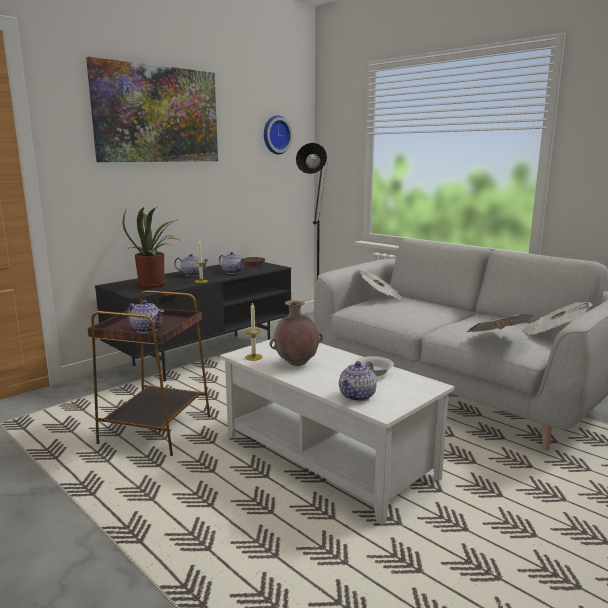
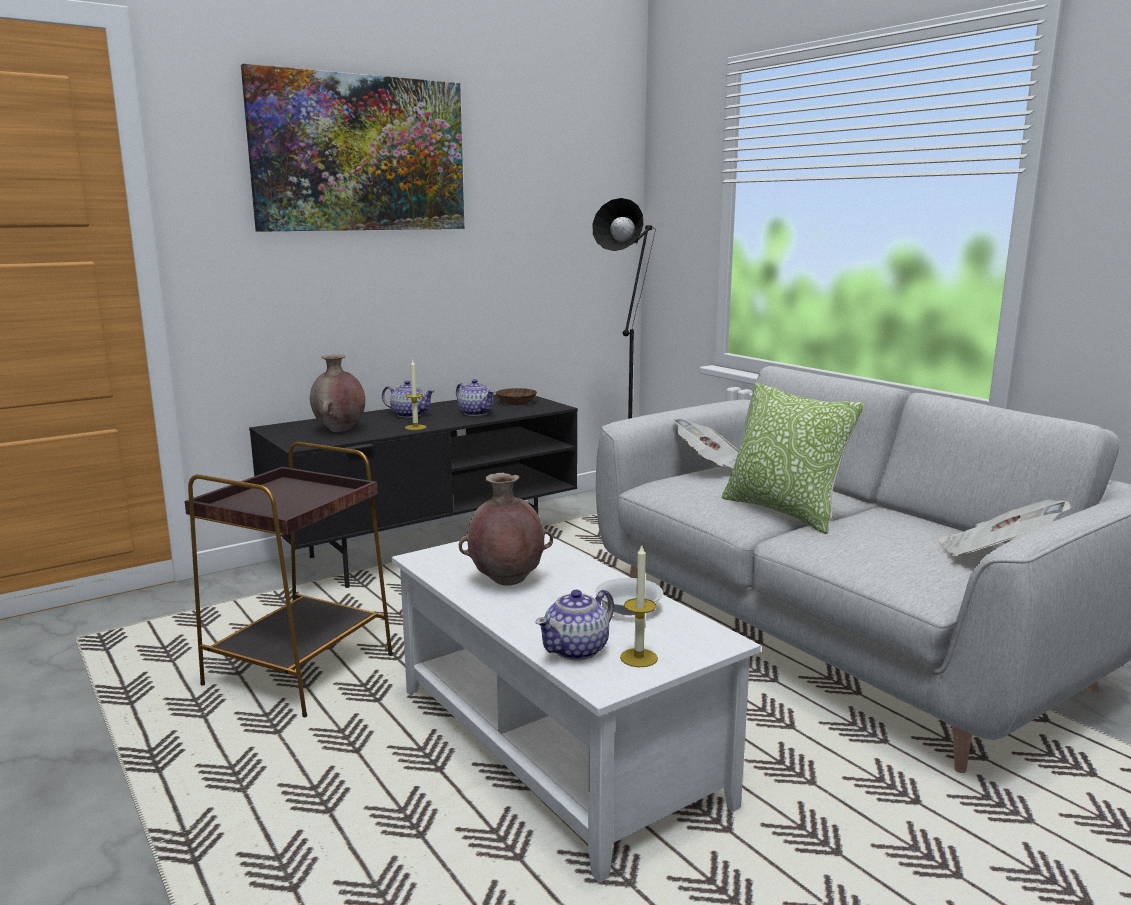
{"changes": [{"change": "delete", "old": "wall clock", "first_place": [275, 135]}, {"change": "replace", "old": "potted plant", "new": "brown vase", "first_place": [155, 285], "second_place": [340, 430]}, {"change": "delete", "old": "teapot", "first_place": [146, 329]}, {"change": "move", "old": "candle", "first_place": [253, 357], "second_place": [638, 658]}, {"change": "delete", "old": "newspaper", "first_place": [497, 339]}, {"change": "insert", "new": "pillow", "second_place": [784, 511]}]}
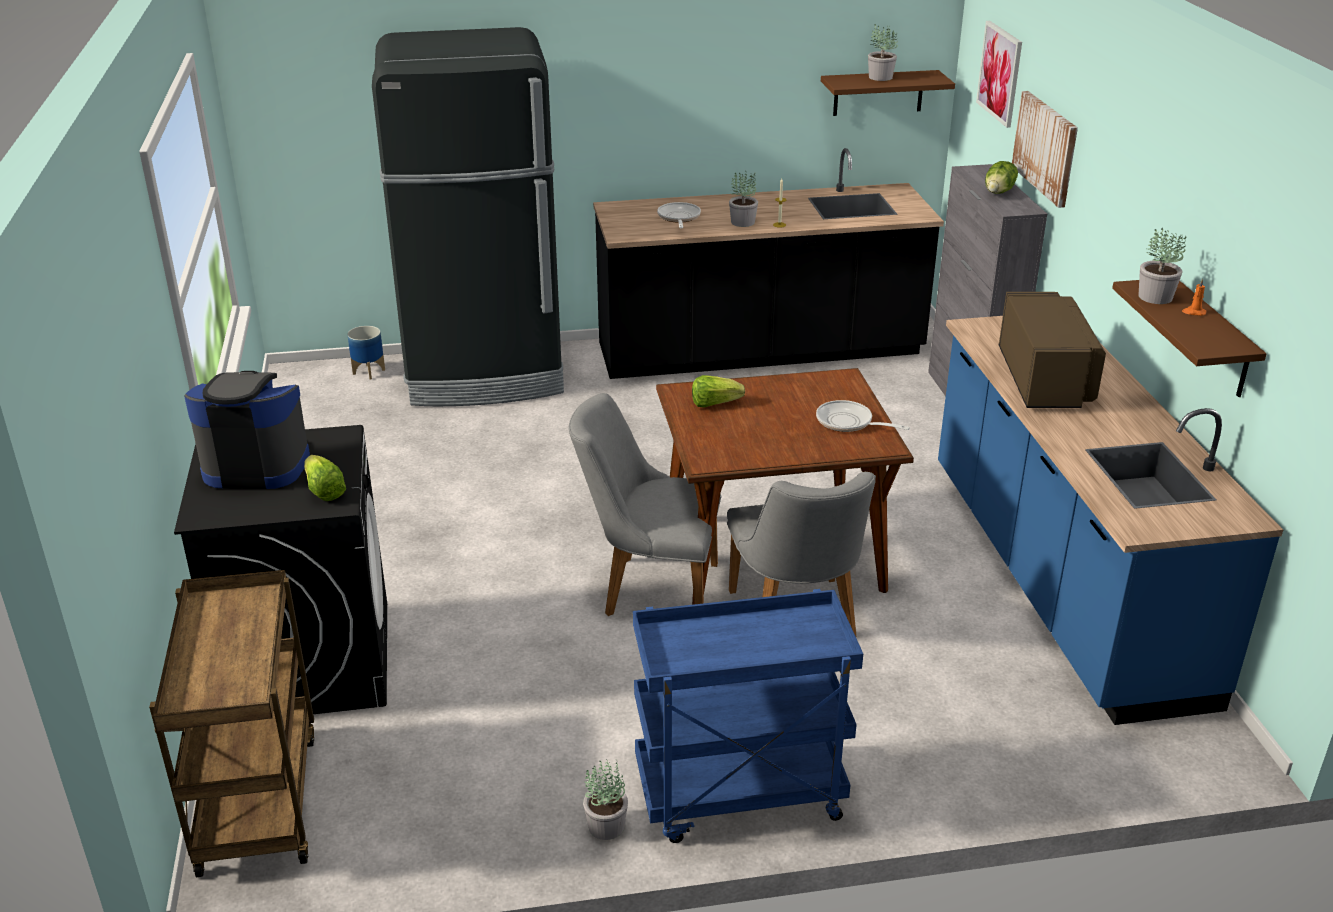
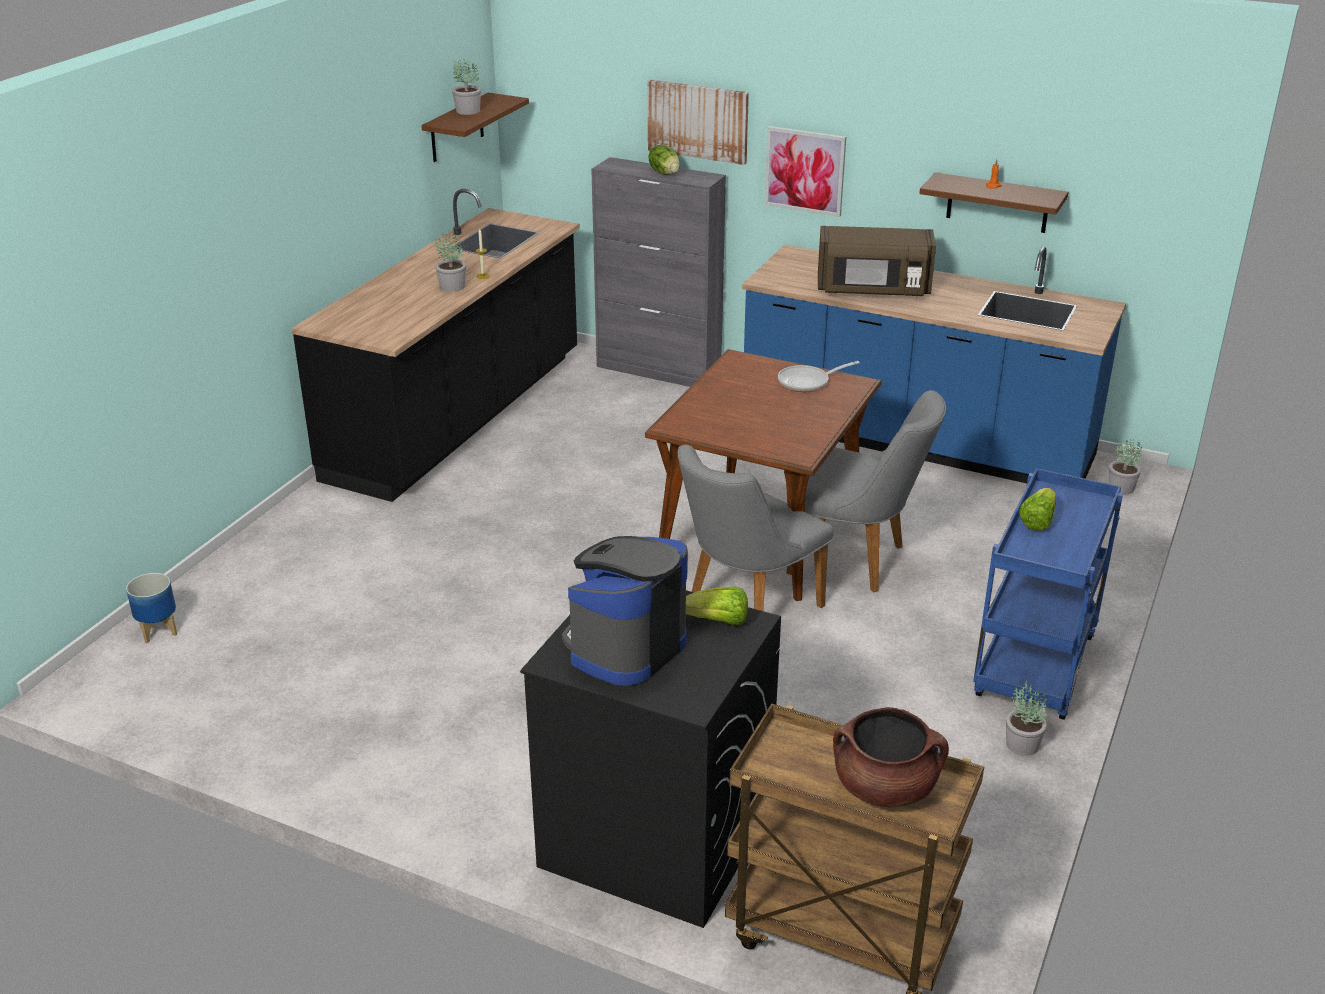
{"changes": [{"change": "move", "old": "picture", "first_place": [1000, 73], "second_place": [805, 171]}, {"change": "delete", "old": "black fridge", "first_place": [485, 375]}, {"change": "delete", "old": "frying pan", "first_place": [678, 218]}, {"change": "move", "old": "potted plant", "first_place": [1155, 297], "second_place": [1121, 488]}, {"change": "rotate", "old": "brown microwave", "first_place": [1044, 380], "second_place": [873, 290], "degrees": 150}, {"change": "move", "old": "lettuce", "first_place": [714, 404], "second_place": [1037, 521]}, {"change": "insert", "new": "brown cooking pot", "second_place": [885, 787]}]}
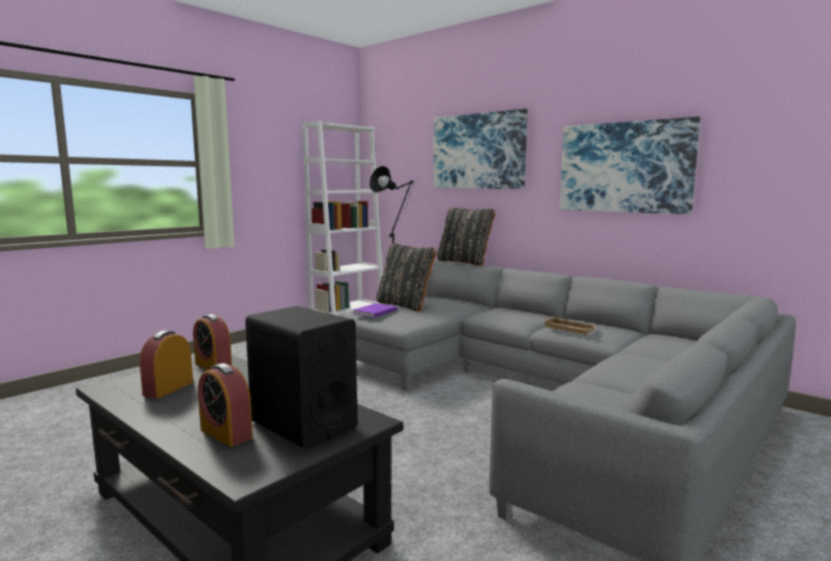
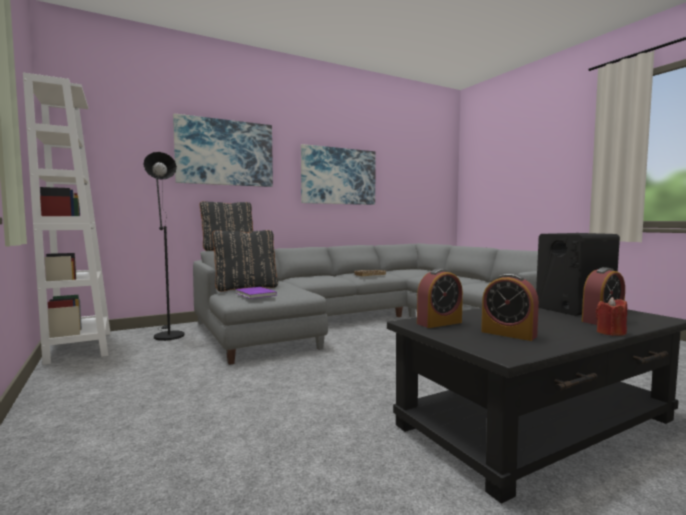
{"changes": [{"change": "insert", "new": "red candle", "second_place": [610, 333]}]}
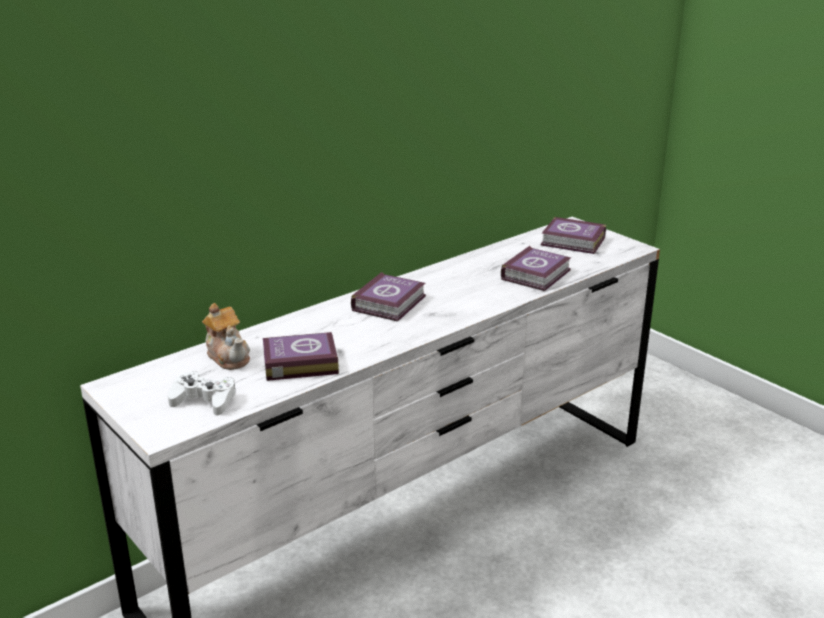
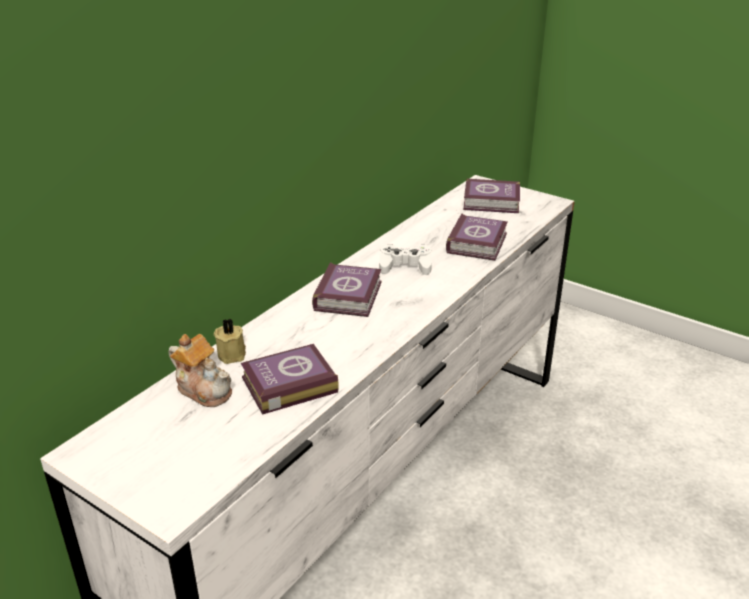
{"changes": [{"change": "move", "old": "white game controller", "first_place": [204, 400], "second_place": [405, 266]}, {"change": "insert", "new": "beige candle", "second_place": [233, 354]}]}
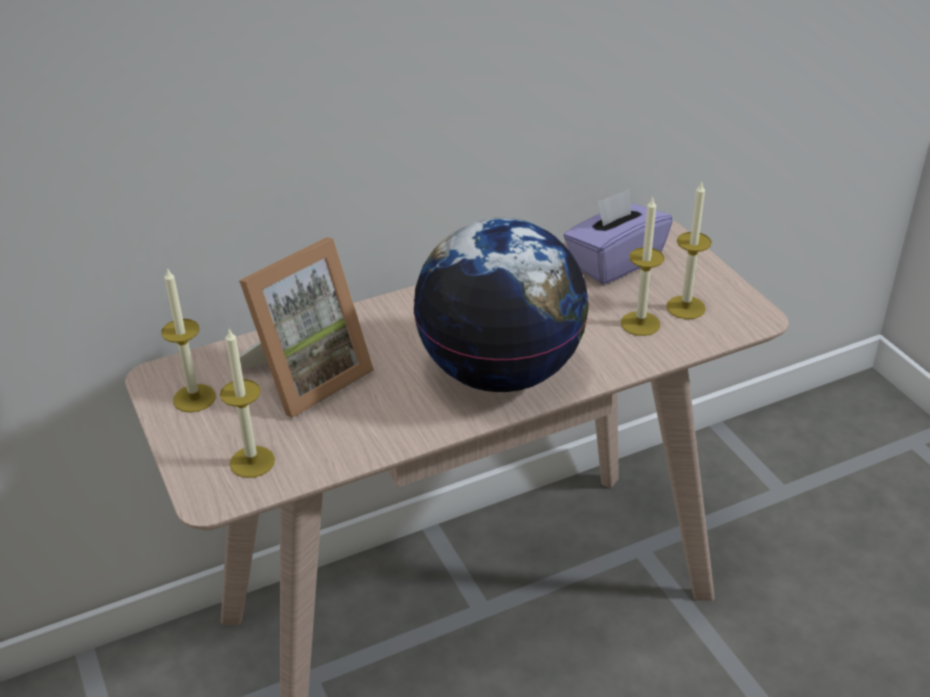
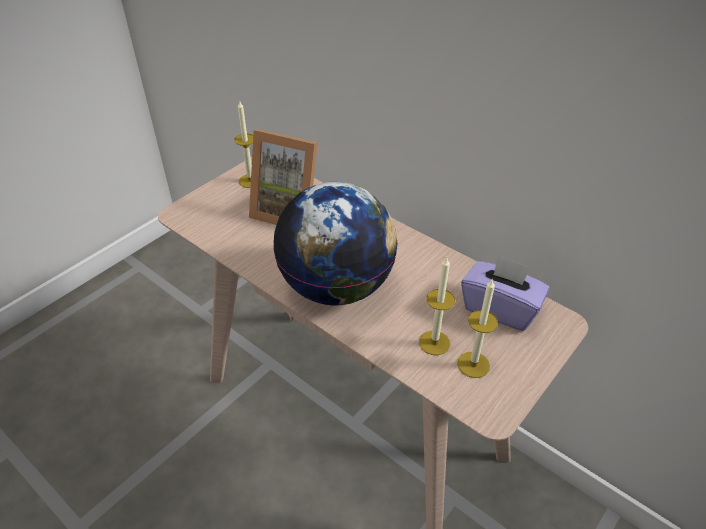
{"changes": [{"change": "delete", "old": "candle", "first_place": [252, 462]}]}
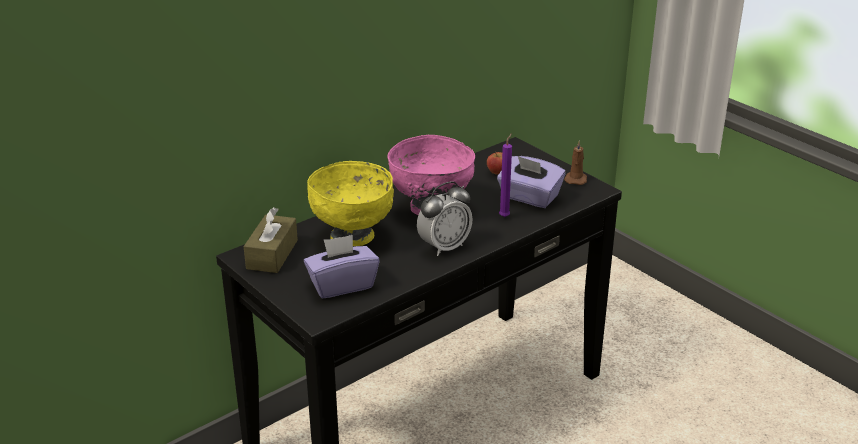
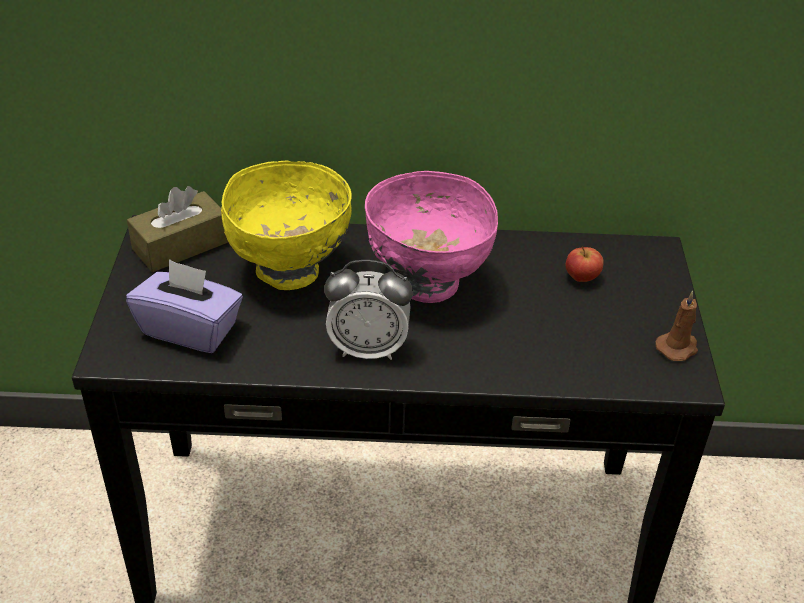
{"changes": [{"change": "delete", "old": "purple candle", "first_place": [505, 216]}, {"change": "delete", "old": "purple tissue box", "first_place": [529, 197]}]}
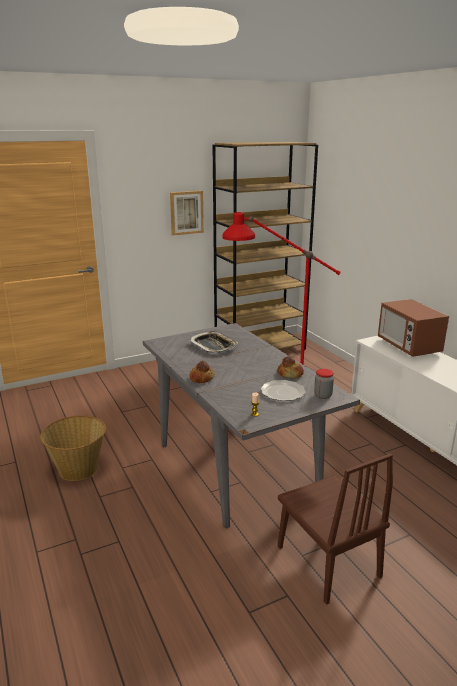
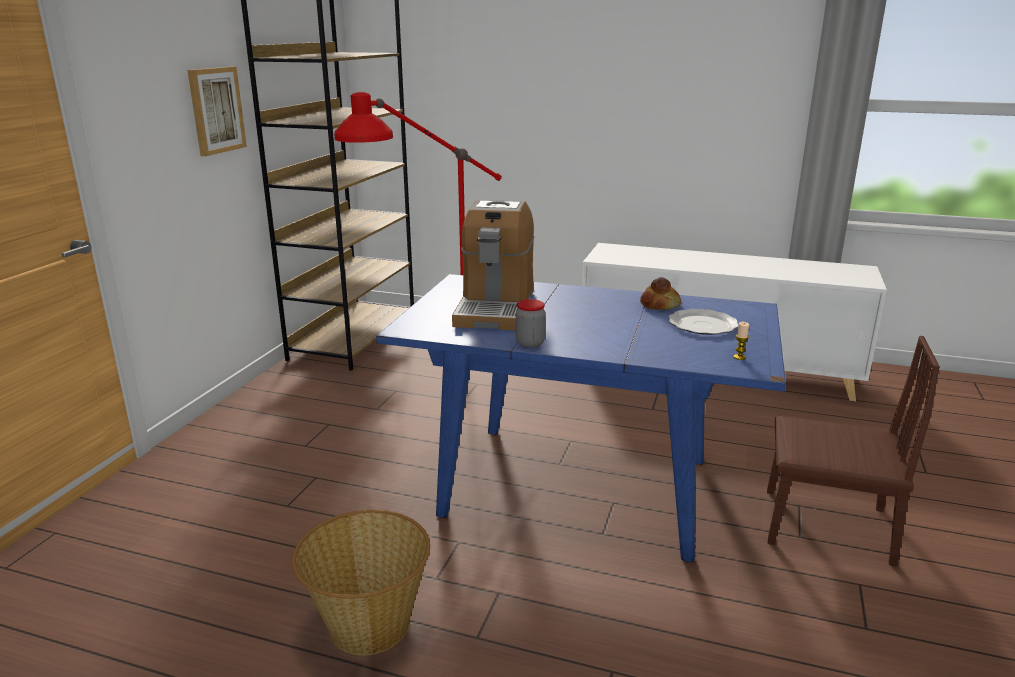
{"changes": [{"change": "delete", "old": "microwave", "first_place": [408, 347]}, {"change": "recolor", "old": "grey dining table", "new": "blue dining table", "first_place": [237, 467], "second_place": [580, 487]}, {"change": "replace", "old": "tray", "new": "coffee machine", "first_place": [213, 346], "second_place": [495, 307]}, {"change": "delete", "old": "bread", "first_place": [201, 378]}, {"change": "move", "old": "jar", "first_place": [323, 395], "second_place": [530, 343]}]}
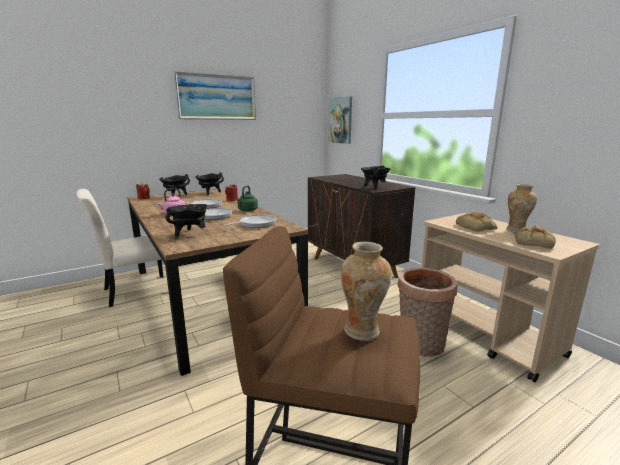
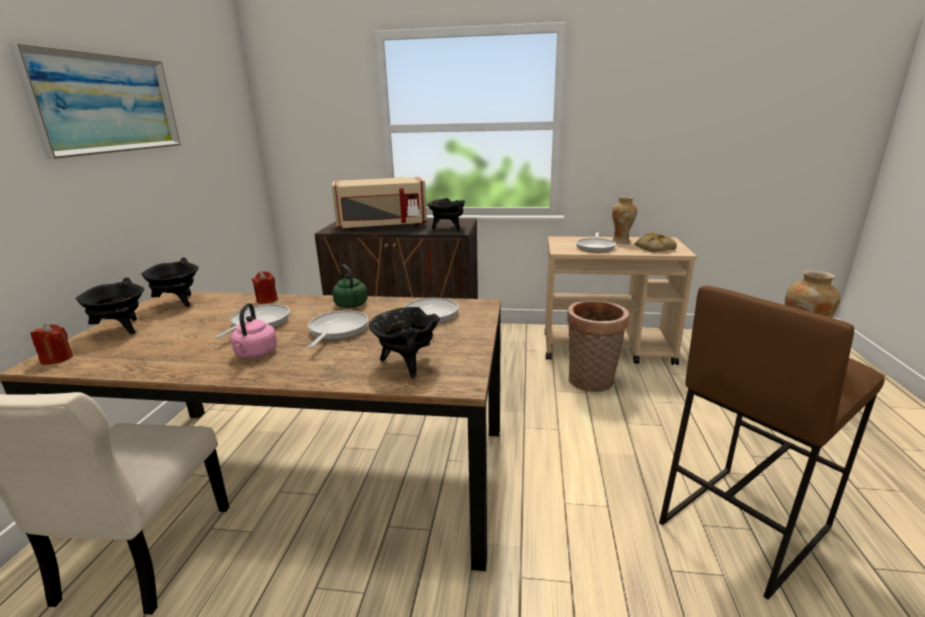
{"changes": [{"change": "delete", "old": "picture", "first_place": [340, 120]}, {"change": "replace", "old": "bread", "new": "frying pan", "first_place": [476, 227], "second_place": [595, 247]}, {"change": "insert", "new": "beige microwave", "second_place": [382, 226]}]}
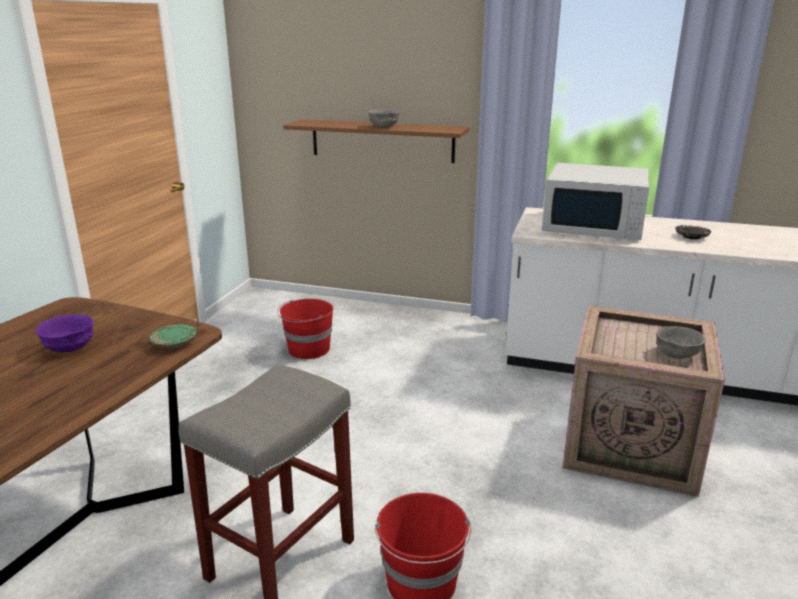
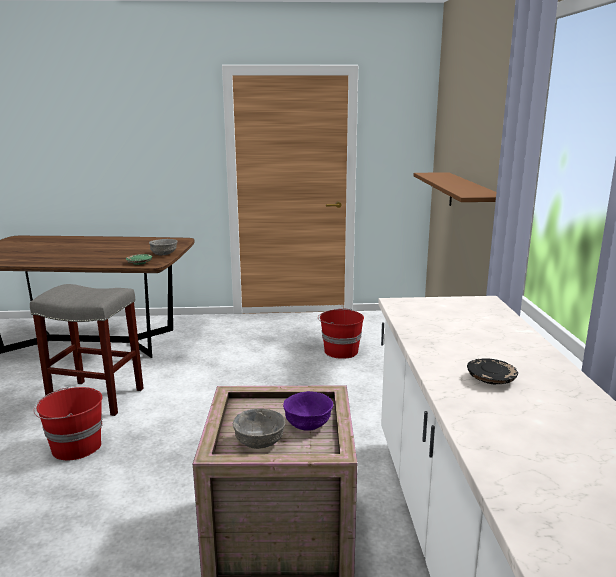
{"changes": [{"change": "move", "old": "grey bowl", "first_place": [384, 127], "second_place": [164, 254]}, {"change": "delete", "old": "white microwave", "first_place": [594, 225]}, {"change": "move", "old": "purple bowl", "first_place": [70, 347], "second_place": [308, 424]}]}
